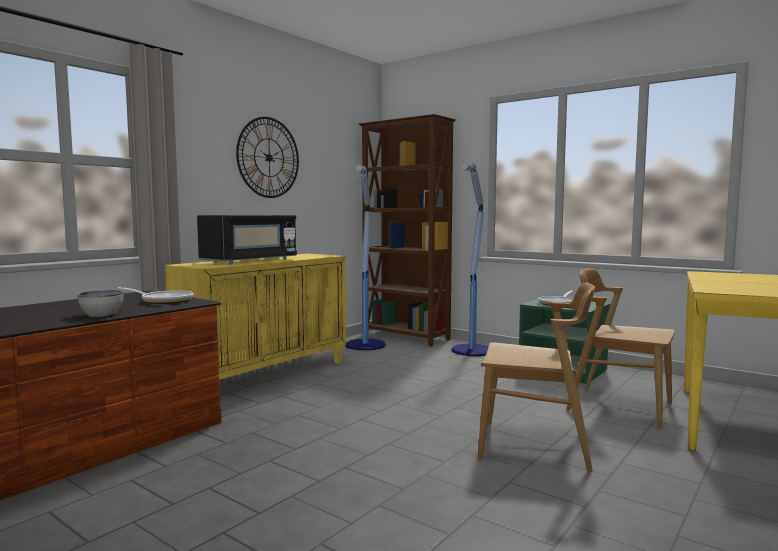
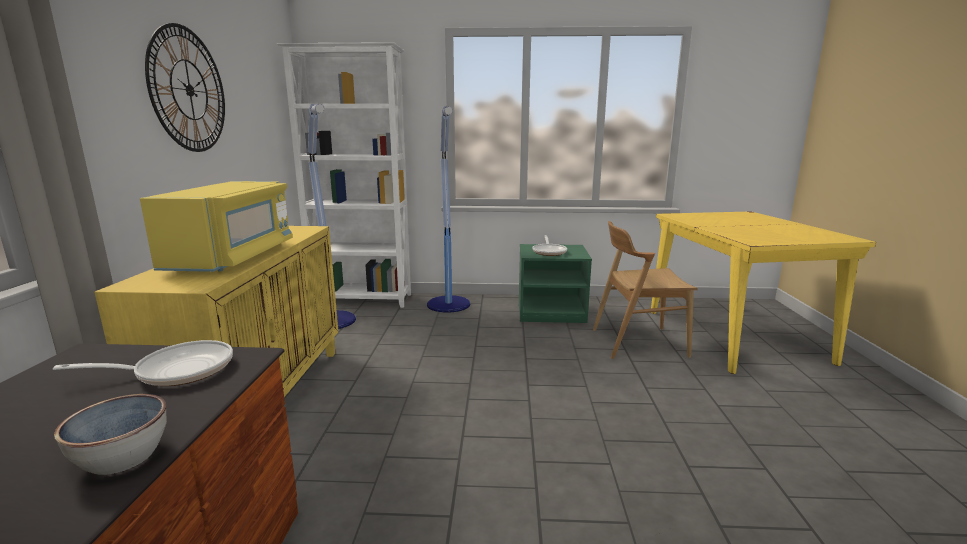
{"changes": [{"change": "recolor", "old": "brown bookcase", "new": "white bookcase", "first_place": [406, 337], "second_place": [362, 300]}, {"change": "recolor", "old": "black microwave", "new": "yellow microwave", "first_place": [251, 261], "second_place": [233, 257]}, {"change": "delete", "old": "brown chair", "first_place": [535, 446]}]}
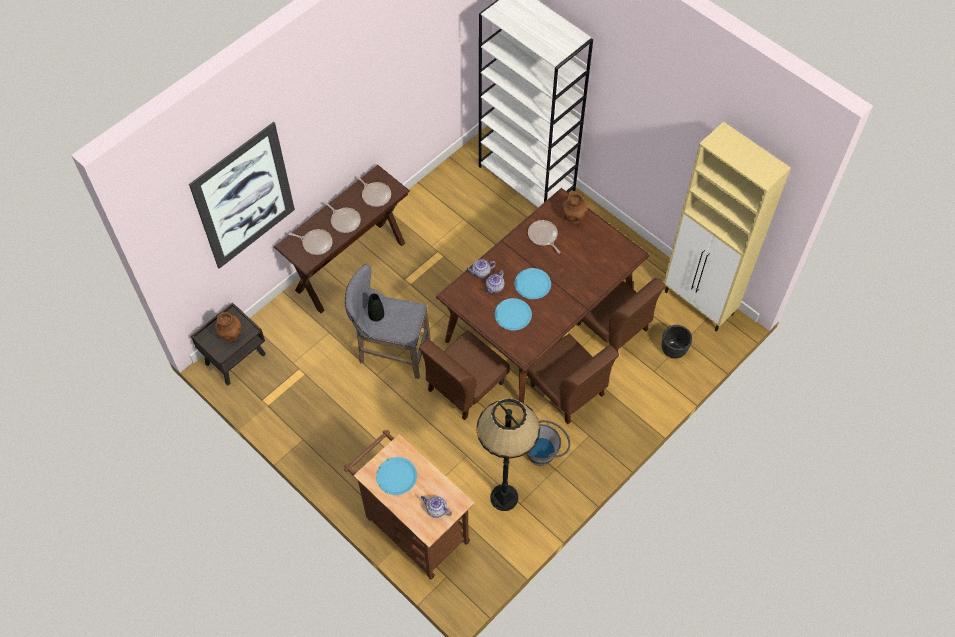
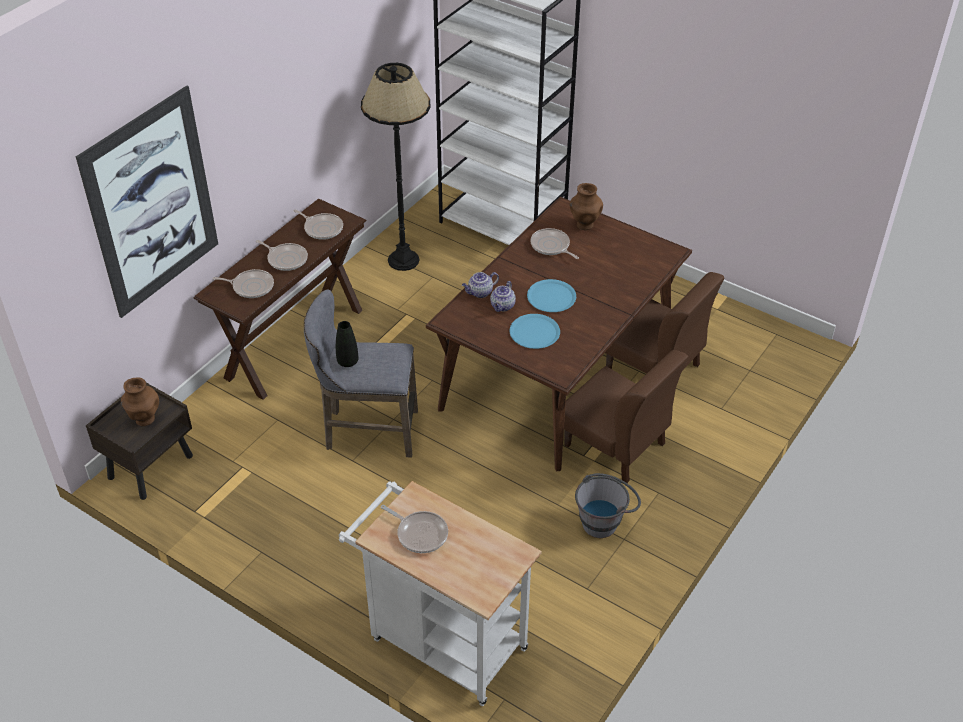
{"changes": [{"change": "delete", "old": "beige cabinet", "first_place": [699, 304]}, {"change": "delete", "old": "black planter", "first_place": [673, 350]}, {"change": "delete", "old": "brown chair", "first_place": [464, 386]}, {"change": "move", "old": "black floor lamp", "first_place": [504, 497], "second_place": [404, 260]}, {"change": "recolor", "old": "brown cart", "new": "white cart", "first_place": [412, 526], "second_place": [441, 640]}, {"change": "replace", "old": "blue plate", "new": "frying pan", "first_place": [396, 476], "second_place": [420, 533]}, {"change": "delete", "old": "teapot", "first_place": [436, 509]}]}
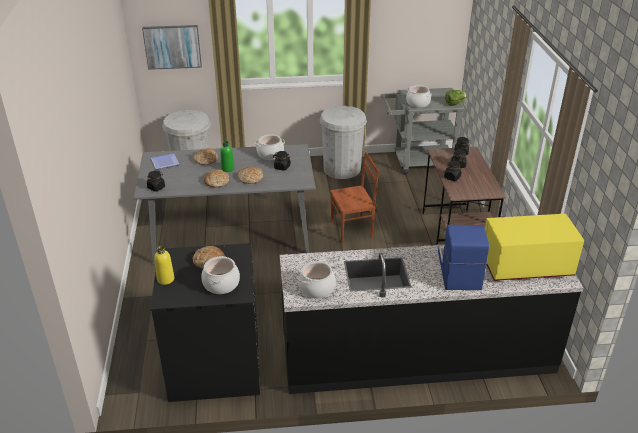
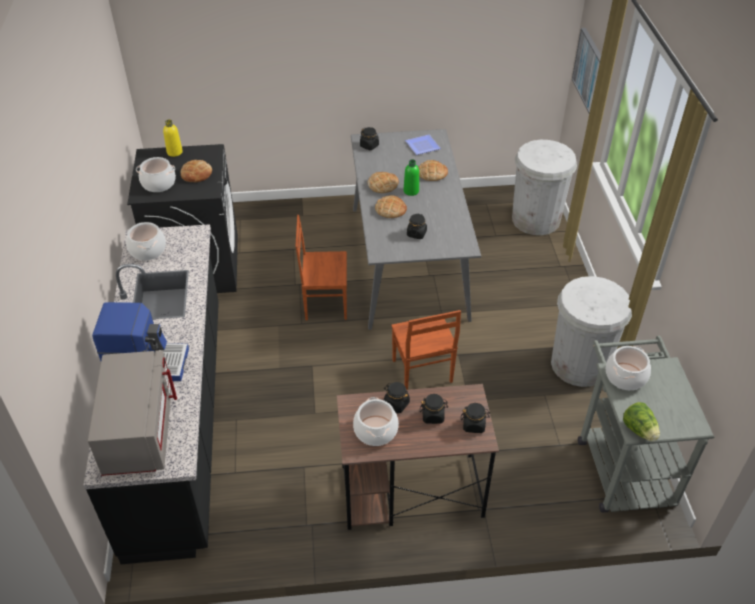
{"changes": [{"change": "move", "old": "cooking pot", "first_place": [270, 154], "second_place": [376, 431]}, {"change": "recolor", "old": "yellow microwave", "new": "grey microwave", "first_place": [526, 267], "second_place": [138, 431]}, {"change": "insert", "new": "brown chair", "second_place": [325, 303]}]}
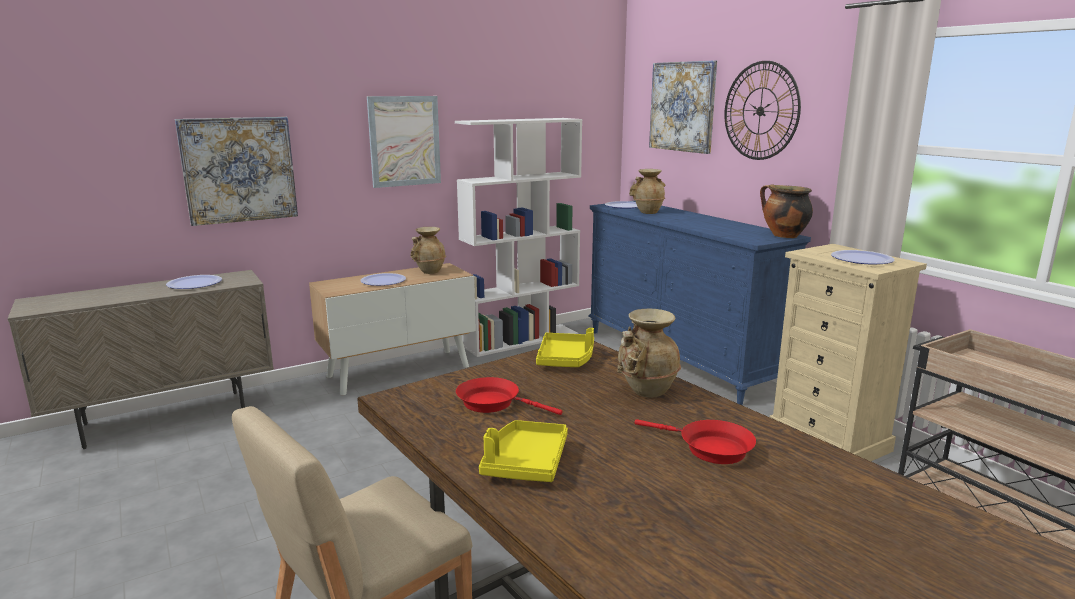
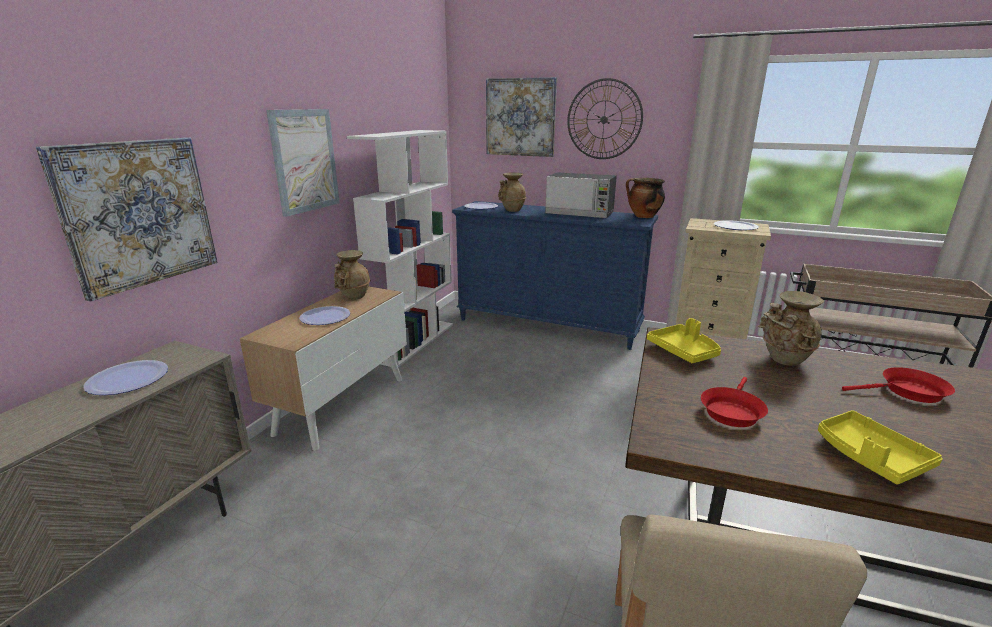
{"changes": [{"change": "rotate", "old": "red frying pan", "first_place": [493, 403], "second_place": [731, 411], "degrees": -45}, {"change": "insert", "new": "microwave", "second_place": [580, 214]}]}
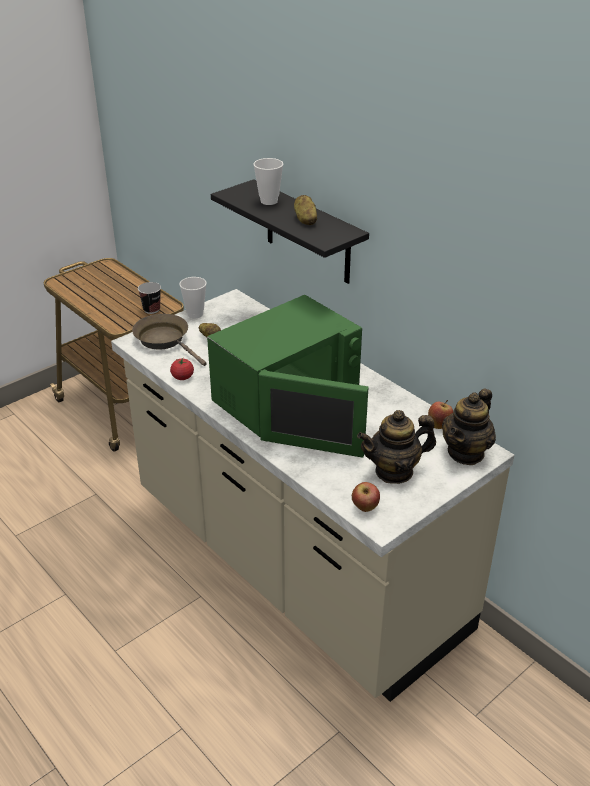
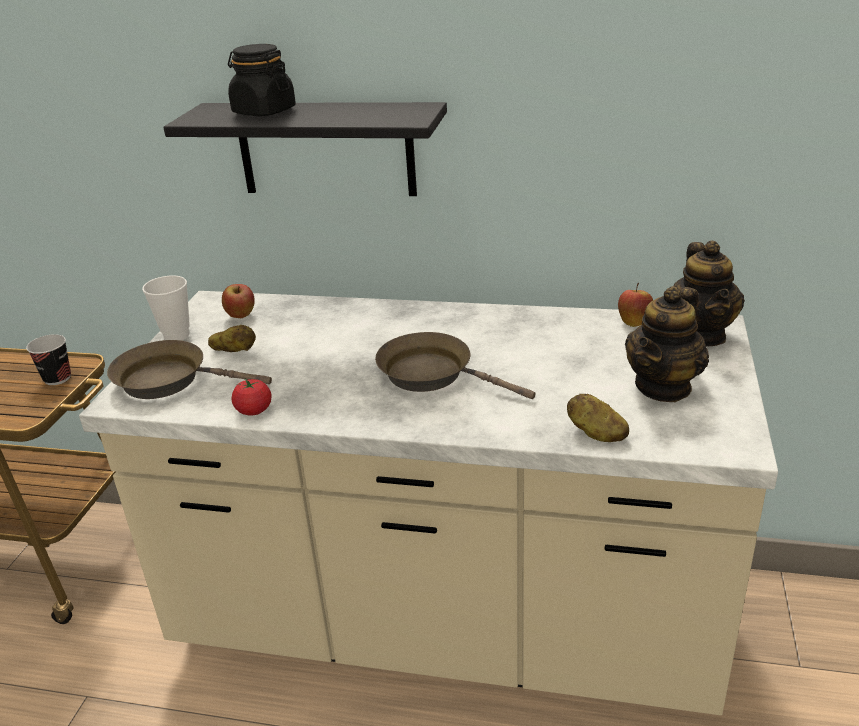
{"changes": [{"change": "replace", "old": "cup", "new": "black jar", "first_place": [269, 201], "second_place": [263, 111]}, {"change": "move", "old": "potato", "first_place": [305, 220], "second_place": [596, 433]}, {"change": "replace", "old": "green microwave", "new": "brown frying pan", "first_place": [286, 400], "second_place": [433, 374]}, {"change": "move", "old": "apple", "first_place": [365, 508], "second_place": [241, 316]}]}
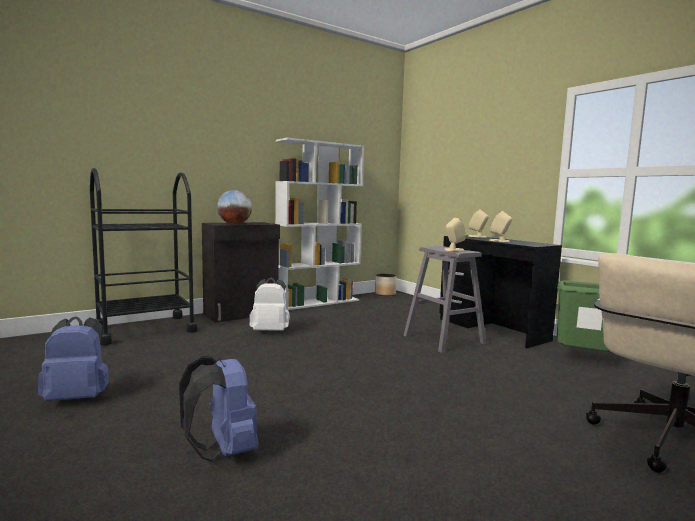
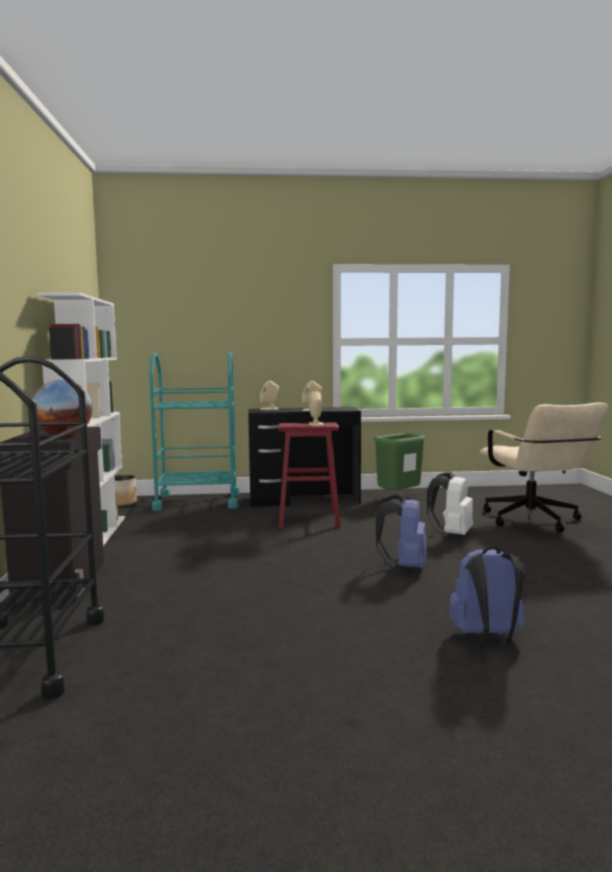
{"changes": [{"change": "recolor", "old": "grey stool", "new": "red stool", "first_place": [443, 339], "second_place": [308, 518]}, {"change": "move", "old": "white backpack", "first_place": [270, 331], "second_place": [452, 534]}, {"change": "move", "old": "blue backpack", "first_place": [78, 397], "second_place": [404, 566]}, {"change": "insert", "new": "turquoise cart", "second_place": [197, 501]}]}
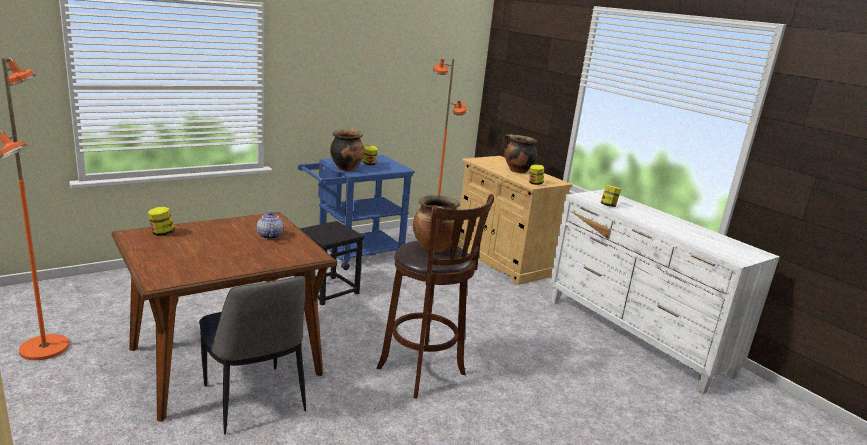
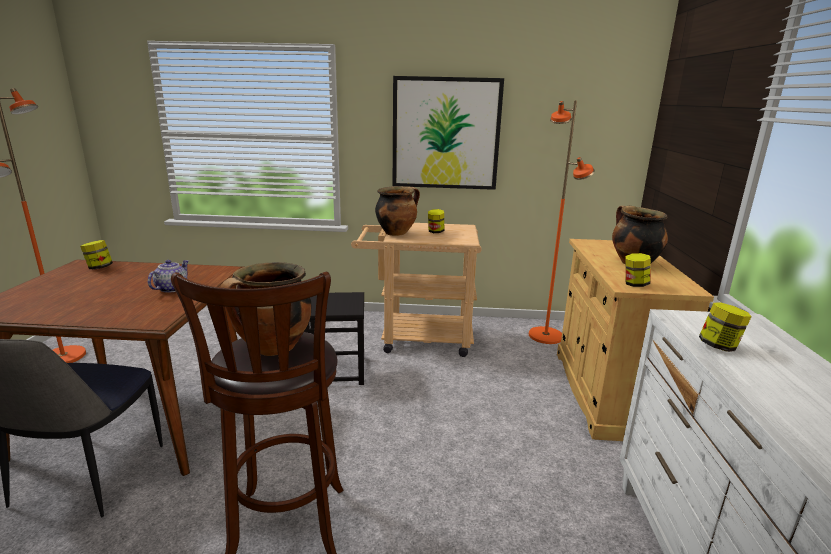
{"changes": [{"change": "recolor", "old": "blue cart", "new": "beige cart", "first_place": [353, 255], "second_place": [417, 338]}, {"change": "insert", "new": "picture", "second_place": [446, 134]}]}
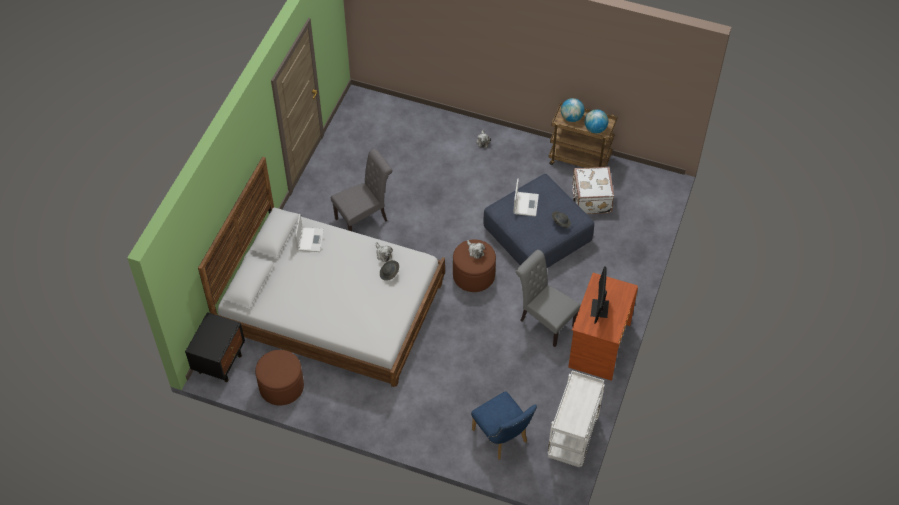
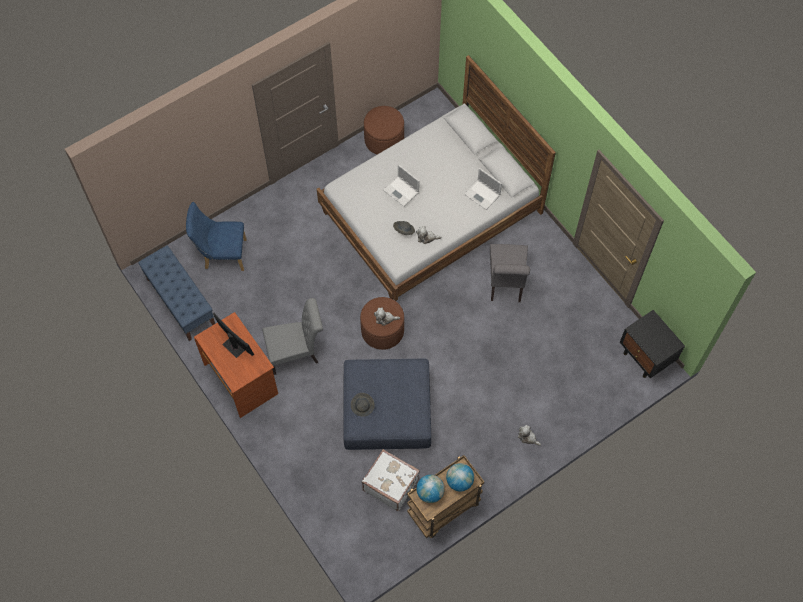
{"changes": [{"change": "move", "old": "laptop", "first_place": [525, 203], "second_place": [401, 191]}, {"change": "move", "old": "black nightstand", "first_place": [220, 363], "second_place": [646, 357]}, {"change": "replace", "old": "white cart", "new": "blue bench", "first_place": [573, 439], "second_place": [180, 301]}]}
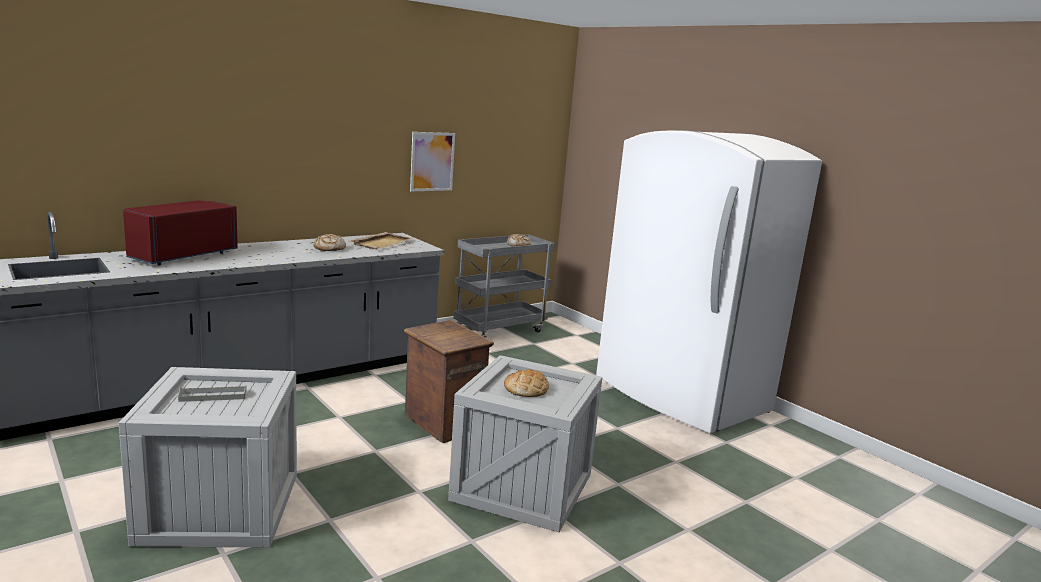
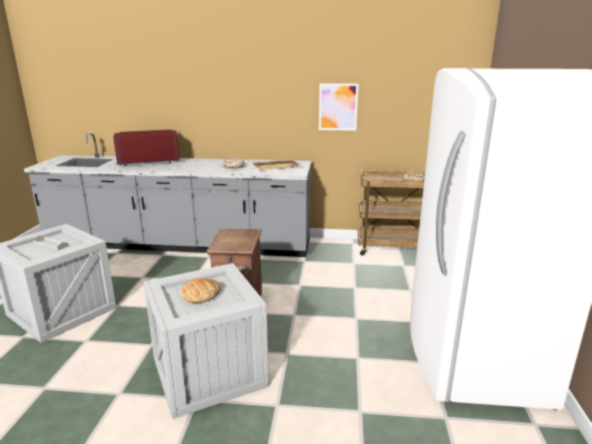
{"changes": [{"change": "recolor", "old": "grey cart", "new": "brown cart", "first_place": [499, 330], "second_place": [393, 248]}]}
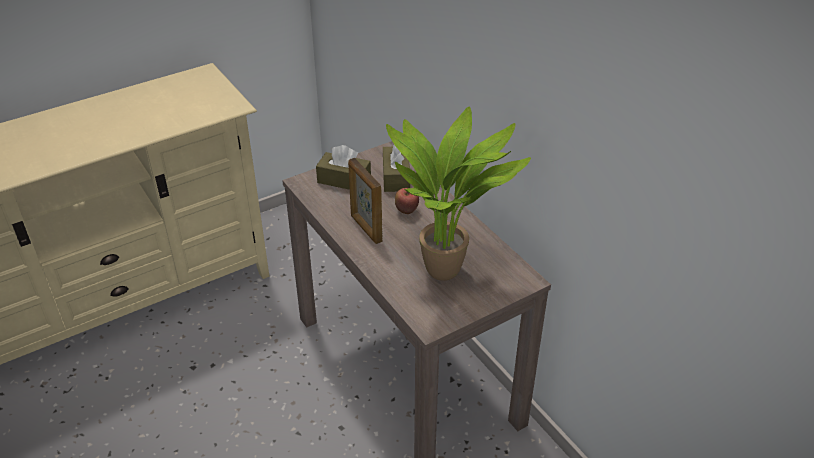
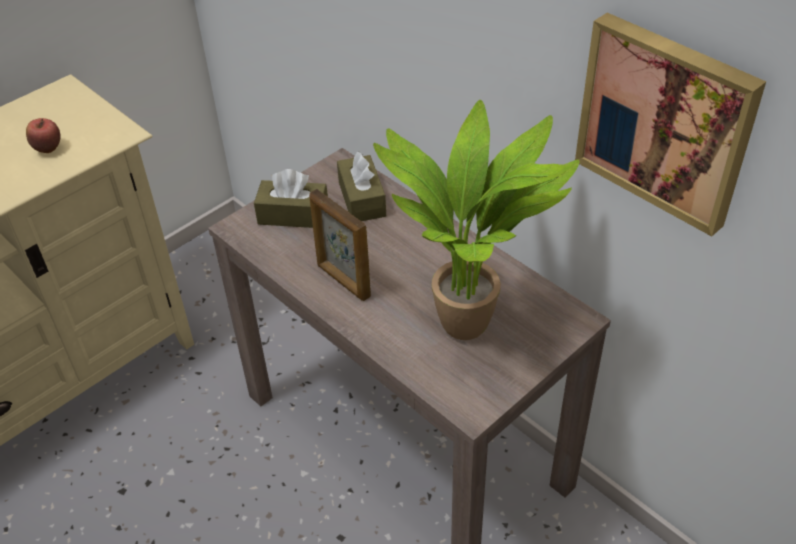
{"changes": [{"change": "move", "old": "apple", "first_place": [406, 211], "second_place": [48, 149]}, {"change": "insert", "new": "picture", "second_place": [666, 121]}]}
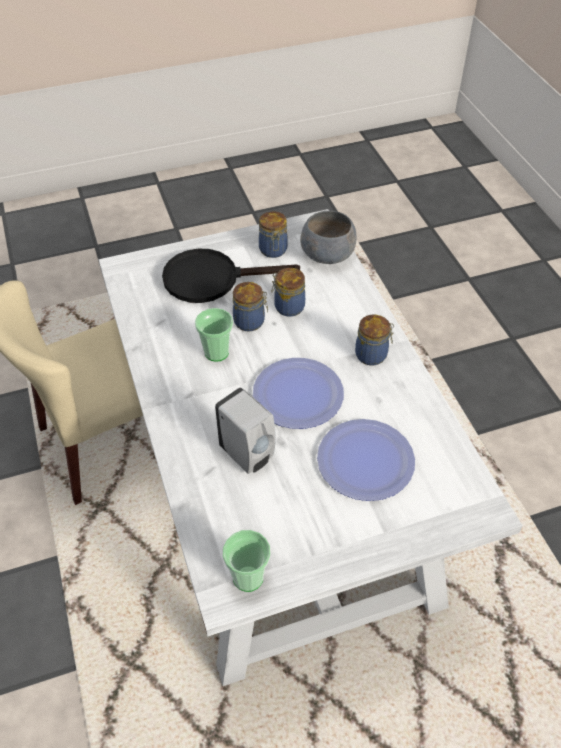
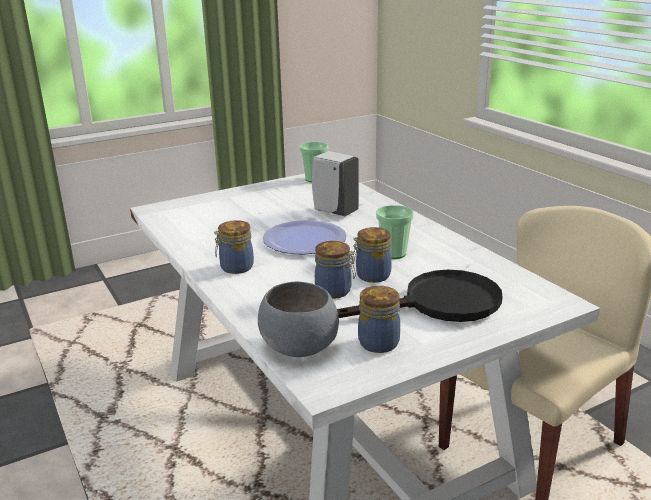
{"changes": [{"change": "delete", "old": "plate", "first_place": [365, 460]}]}
